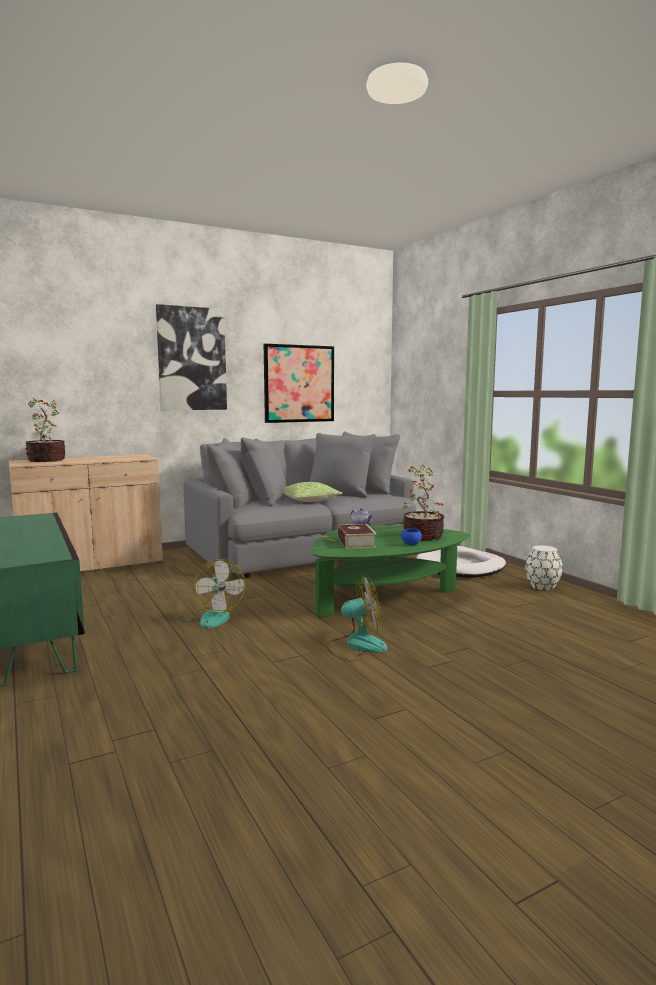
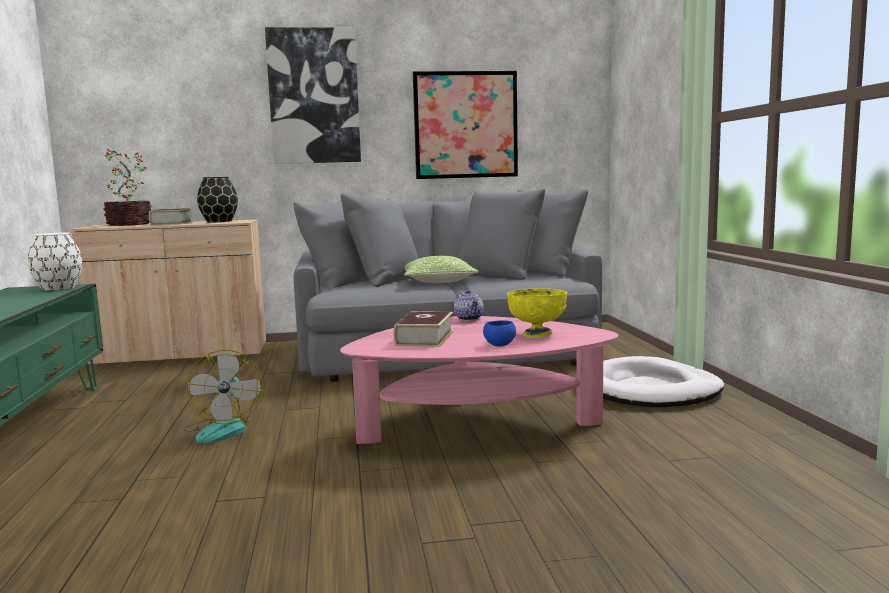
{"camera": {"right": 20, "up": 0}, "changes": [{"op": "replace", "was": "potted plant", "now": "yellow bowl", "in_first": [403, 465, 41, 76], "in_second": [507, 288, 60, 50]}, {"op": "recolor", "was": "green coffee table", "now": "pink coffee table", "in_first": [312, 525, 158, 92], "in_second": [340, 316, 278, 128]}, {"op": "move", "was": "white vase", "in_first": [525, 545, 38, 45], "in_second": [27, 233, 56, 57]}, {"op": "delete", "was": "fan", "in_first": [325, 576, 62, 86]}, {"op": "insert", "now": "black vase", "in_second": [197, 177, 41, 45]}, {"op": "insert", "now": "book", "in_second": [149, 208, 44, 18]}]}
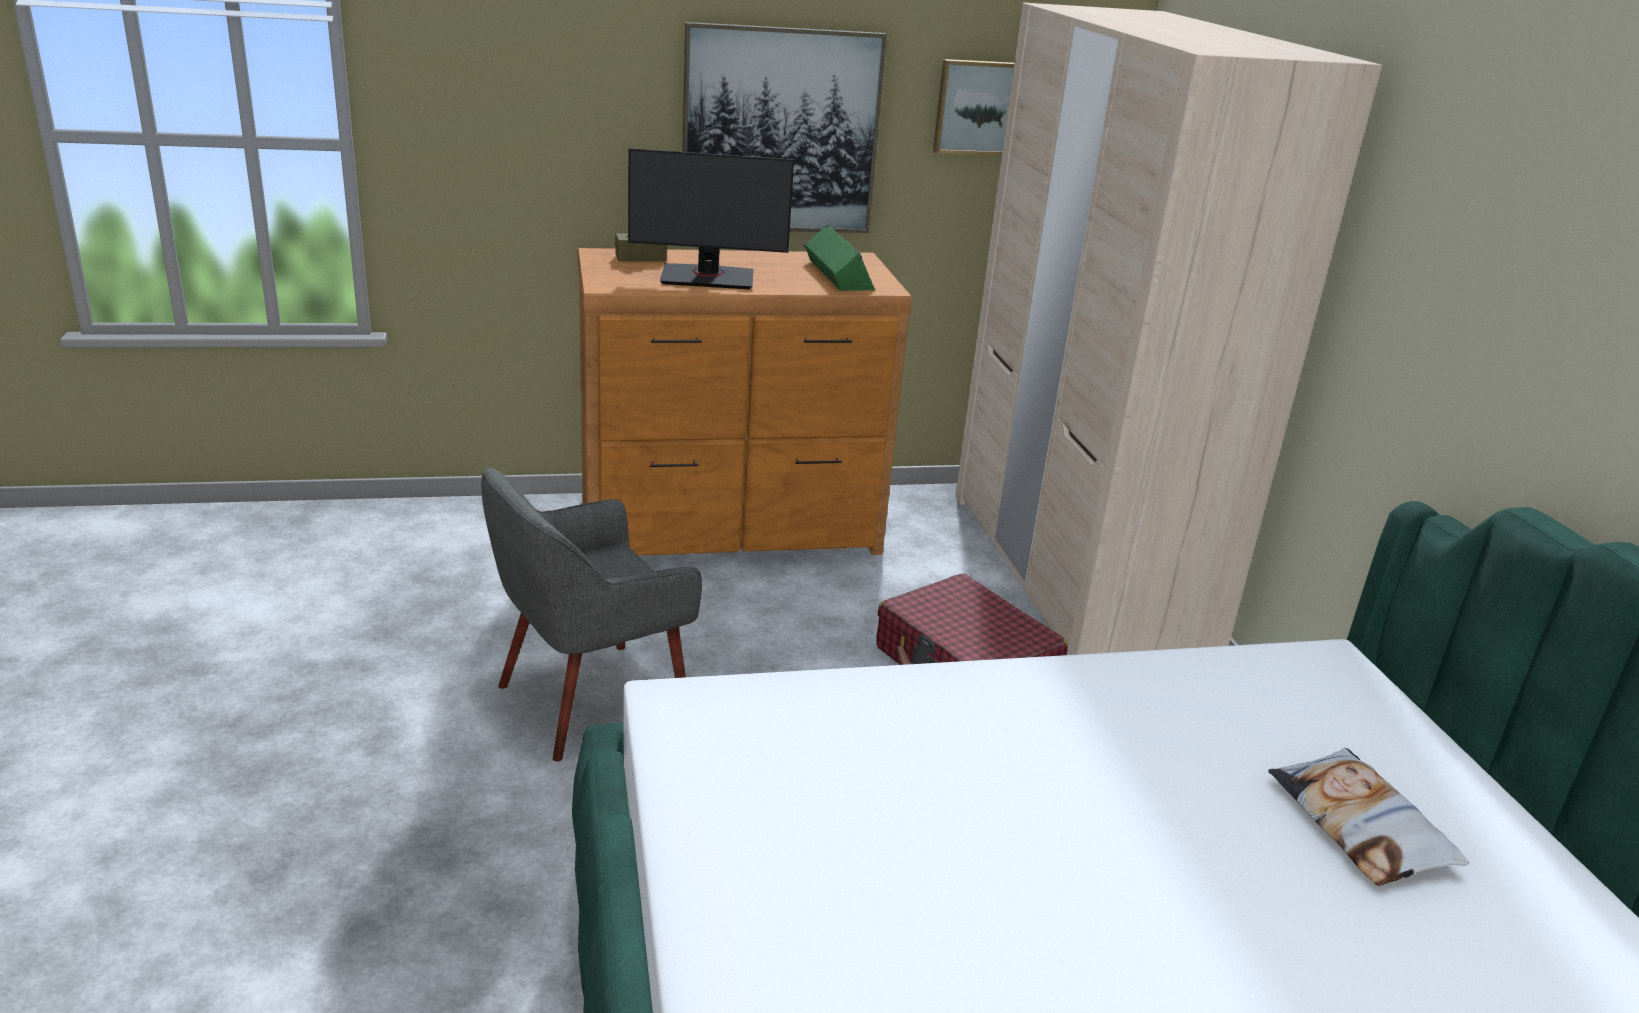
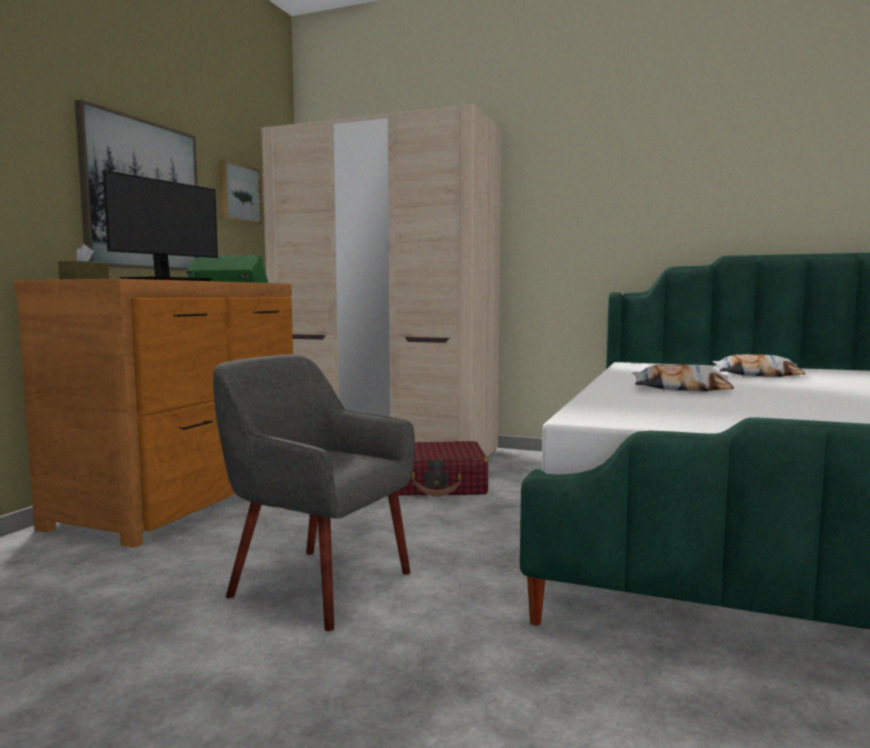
{"camera": {"right": -55, "up": -20}, "changes": [{"op": "rotate", "was": "grey armchair", "in_first": [481, 468, 221, 294], "in_second": [213, 354, 202, 277], "clockwise": 120}, {"op": "insert", "now": "pillow", "in_second": [632, 364, 102, 27]}]}
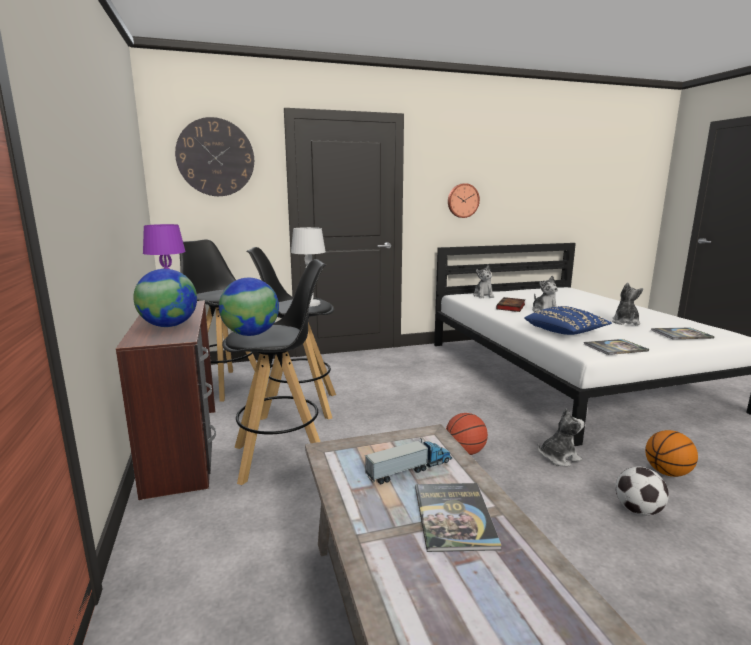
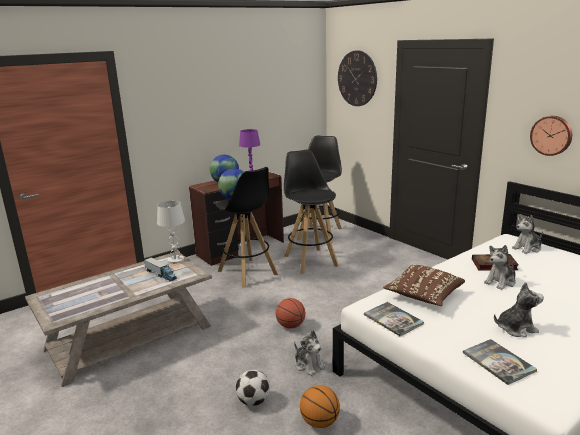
{"camera": {"right": 70, "up": 5}, "changes": [{"op": "move", "was": "white table lamp", "in_first": [291, 227, 35, 80], "in_second": [157, 201, 28, 63]}, {"op": "recolor", "was": "blue pillow", "now": "brown pillow", "in_first": [524, 306, 88, 29], "in_second": [383, 265, 82, 41]}, {"op": "delete", "was": "book", "in_first": [415, 483, 87, 69]}]}
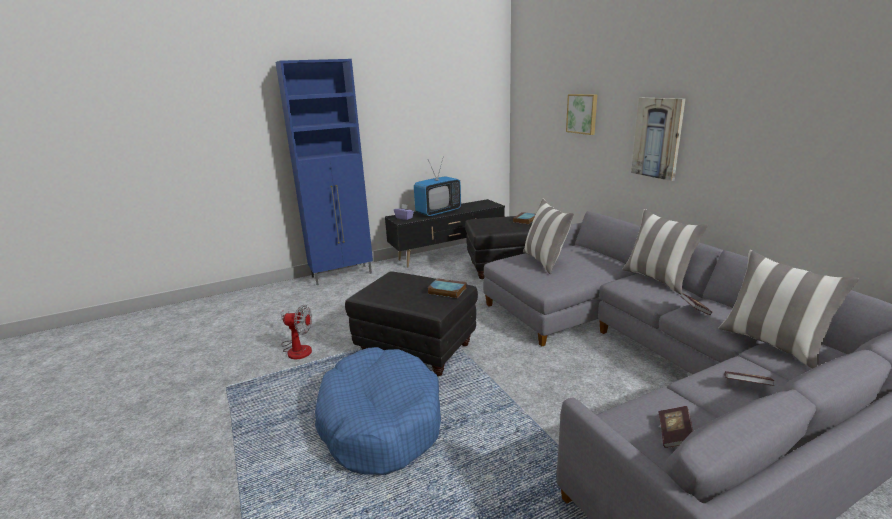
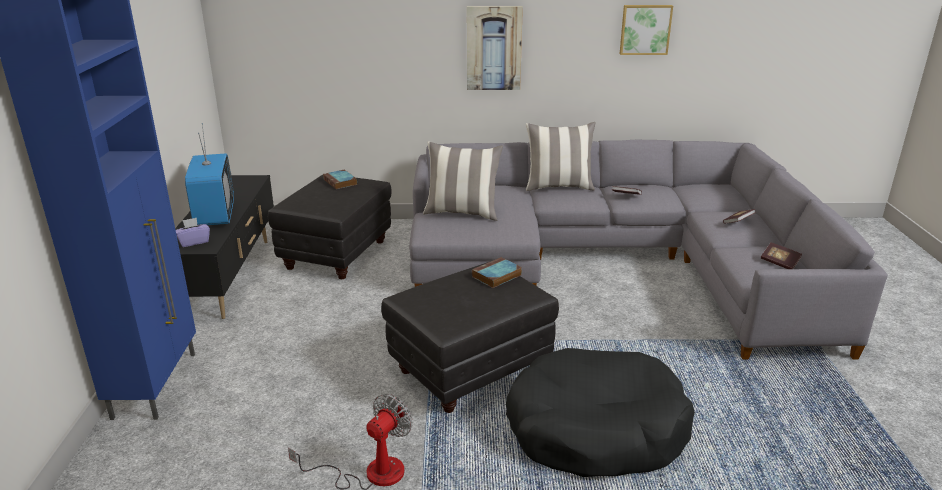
{"camera": {"right": -65, "up": 5}, "changes": [{"op": "move", "was": "picture", "in_first": [566, 94, 31, 41], "in_second": [620, 5, 53, 50]}, {"op": "delete", "was": "pillow", "in_first": [719, 250, 140, 119]}, {"op": "recolor", "was": "blue dog bed", "now": "black dog bed", "in_first": [315, 347, 126, 128], "in_second": [506, 348, 189, 129]}]}
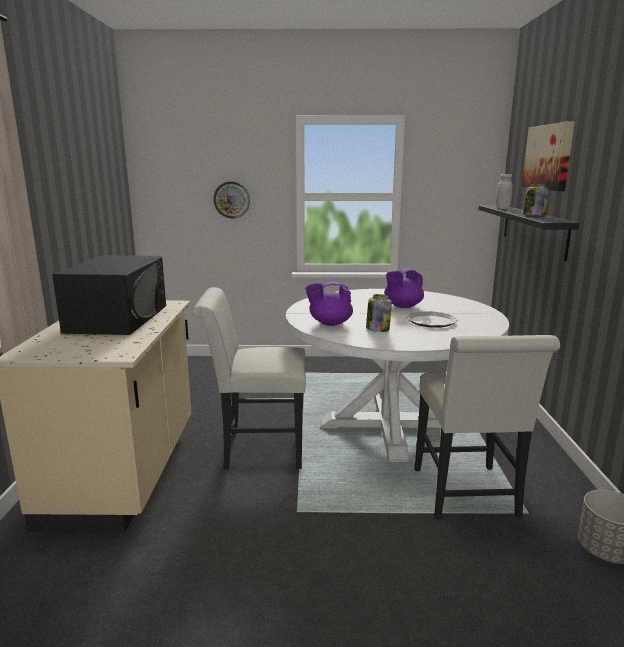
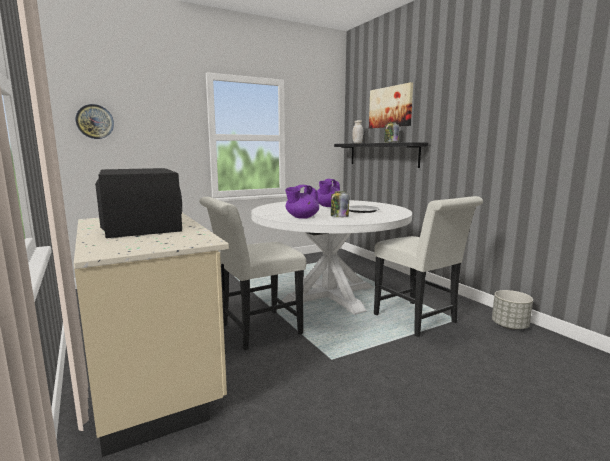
{"camera": {"right": -30, "up": -5}, "changes": [{"op": "move", "was": "wall clock", "in_first": [213, 181, 37, 38], "in_second": [76, 104, 38, 35]}]}
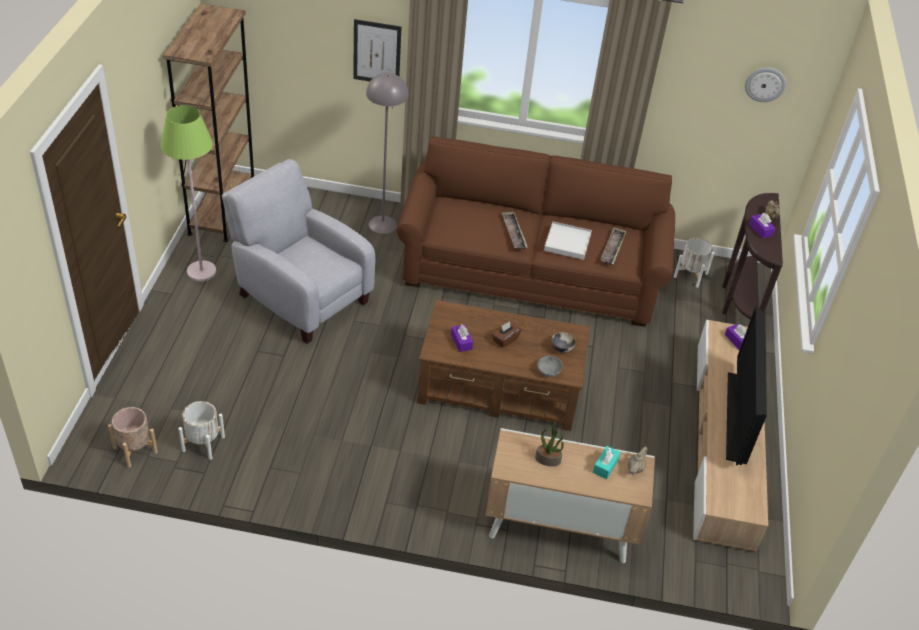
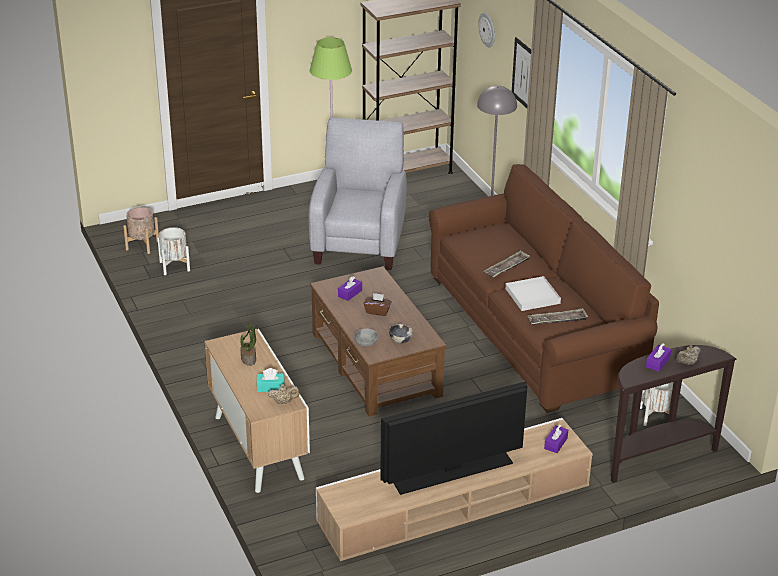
{"camera": {"right": 60, "up": -10}, "changes": [{"op": "move", "was": "wall clock", "in_first": [745, 68, 41, 34], "in_second": [478, 13, 17, 34]}]}
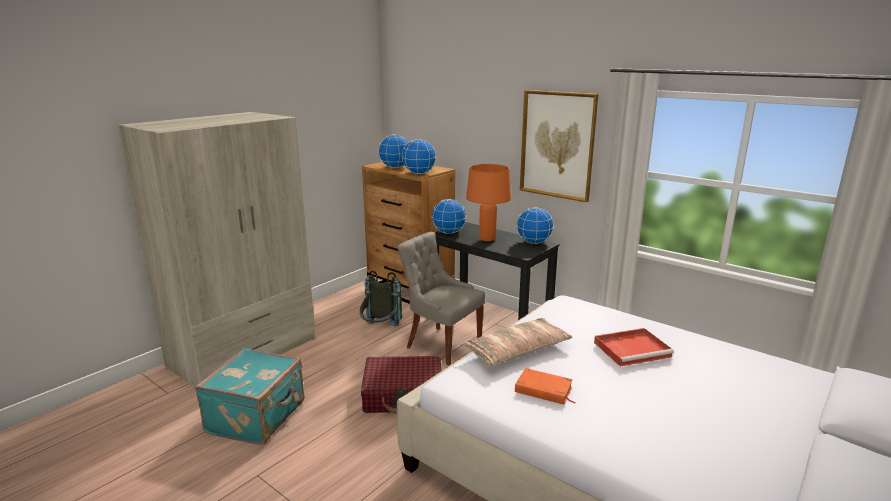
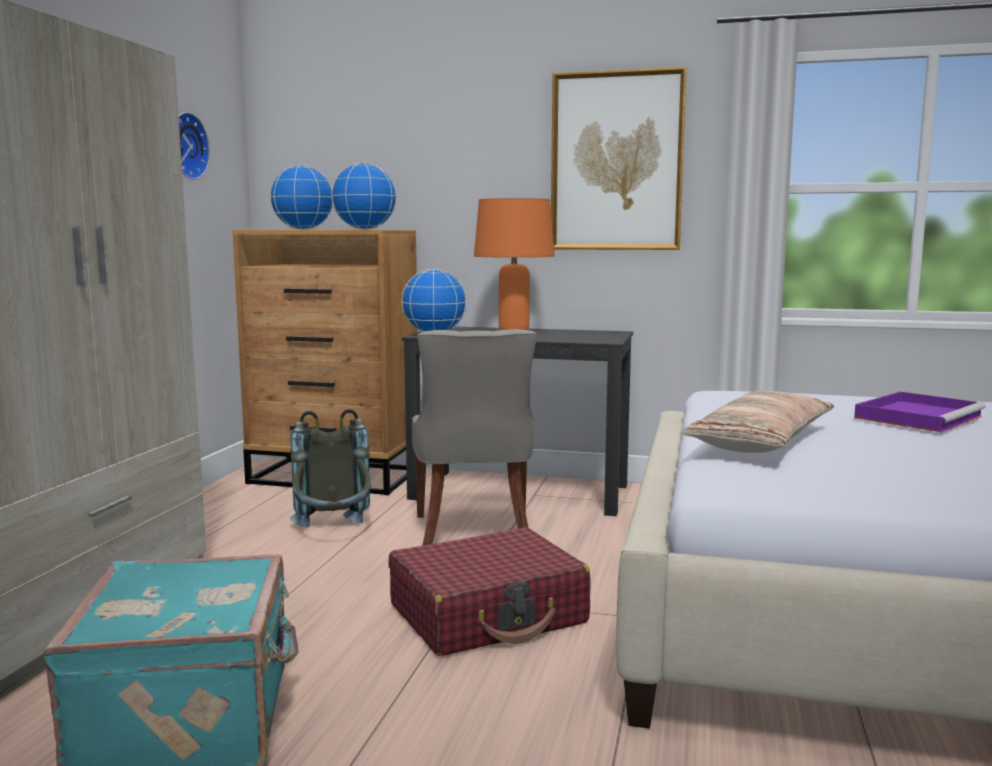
{"camera": {"right": -25, "up": -10}, "changes": [{"op": "delete", "was": "globe", "in_first": [517, 207, 37, 37]}, {"op": "rotate", "was": "grey chair", "in_first": [397, 232, 88, 134], "in_second": [412, 329, 125, 217], "clockwise": -105}, {"op": "recolor", "was": "red tray", "now": "purple tray", "in_first": [594, 328, 80, 39], "in_second": [854, 391, 132, 42]}, {"op": "delete", "was": "orange book", "in_first": [515, 368, 61, 36]}, {"op": "insert", "now": "wall clock", "in_second": [179, 112, 31, 68]}]}
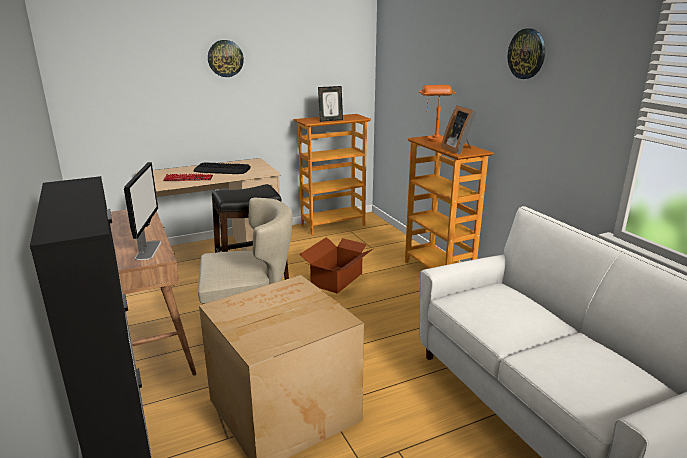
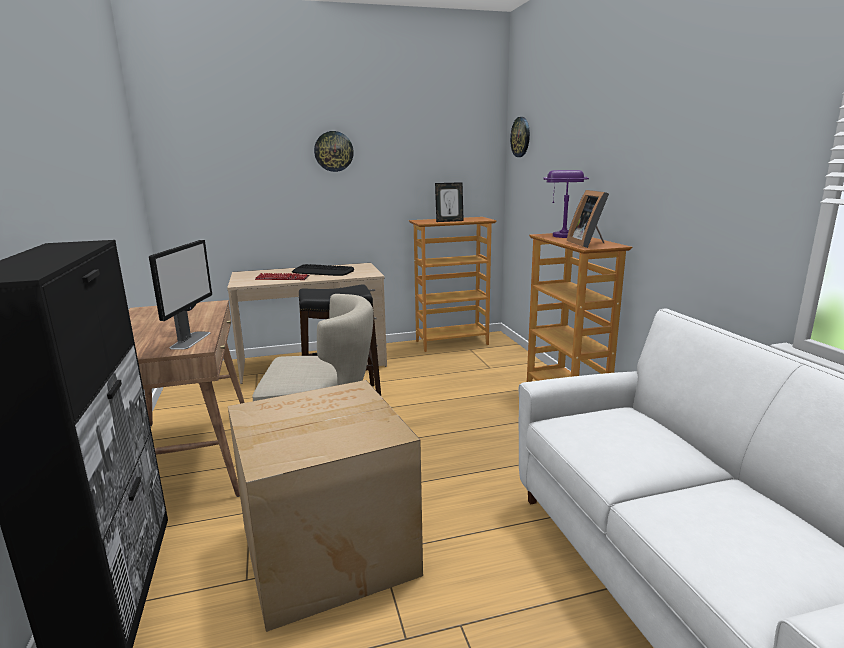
{"camera": {"right": 10, "up": -5}, "changes": [{"op": "move", "was": "wall clock", "in_first": [508, 28, 37, 51], "in_second": [510, 117, 20, 40]}, {"op": "recolor", "was": "orange table lamp", "now": "purple table lamp", "in_first": [419, 85, 37, 57], "in_second": [544, 170, 45, 68]}, {"op": "delete", "was": "cardboard box", "in_first": [299, 237, 74, 57]}]}
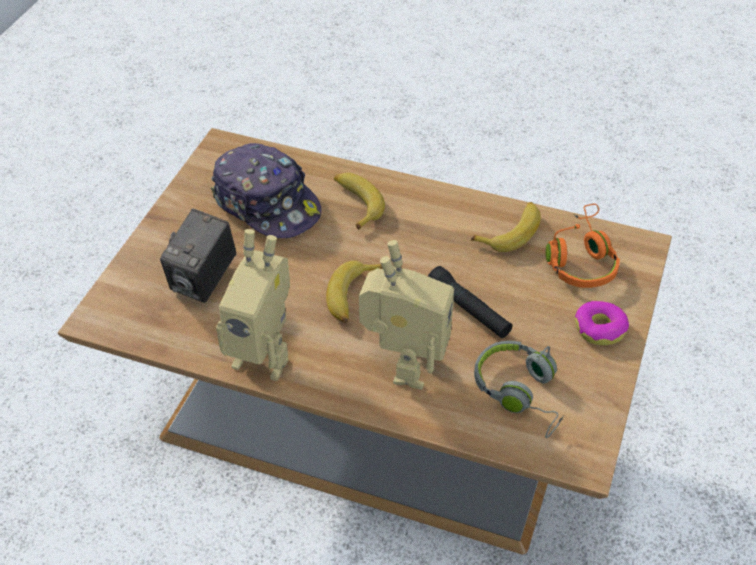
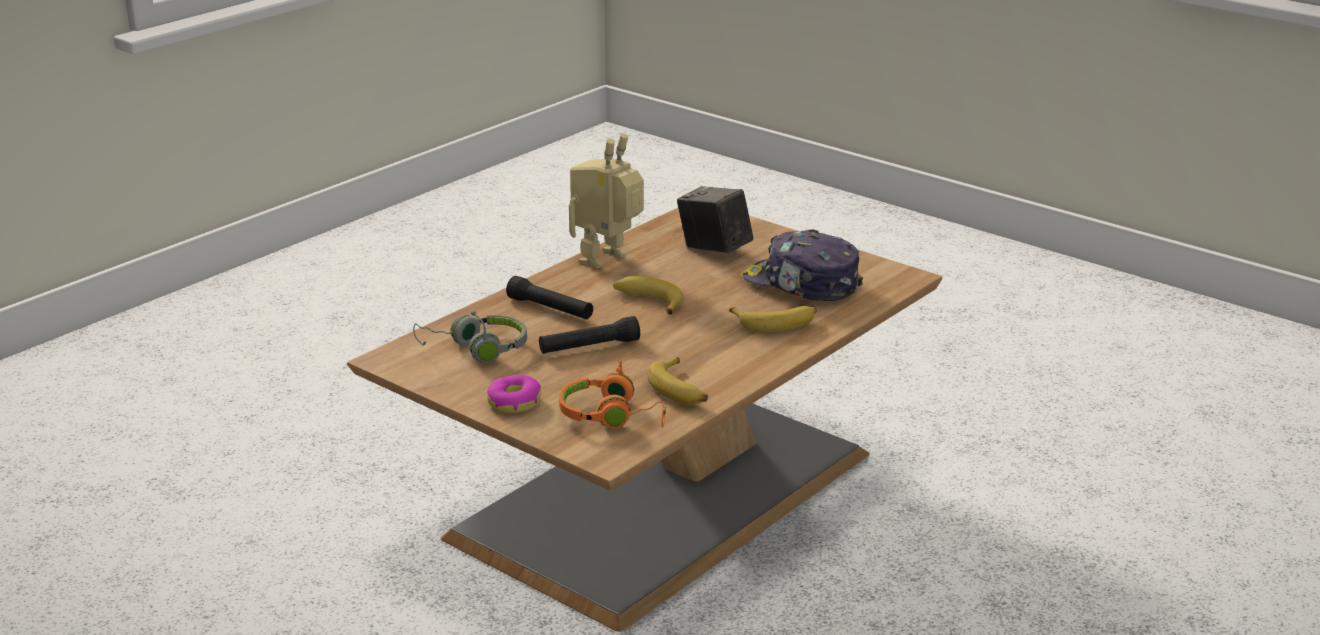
{"camera": {"right": 110, "up": -20}, "changes": [{"op": "rotate", "was": "cap", "in_first": [211, 143, 110, 95], "in_second": [743, 229, 120, 72], "clockwise": 60}, {"op": "replace", "was": "toy robot", "now": "black flashlight", "in_first": [359, 240, 95, 150], "in_second": [506, 276, 87, 43]}]}
